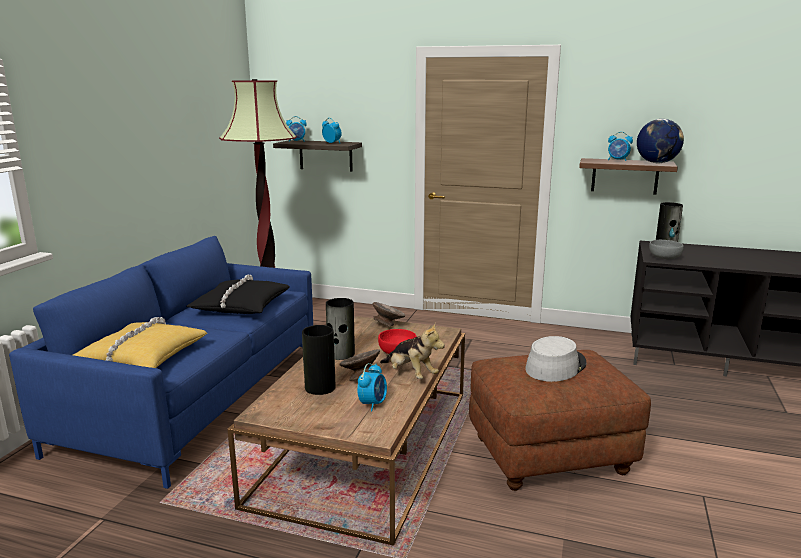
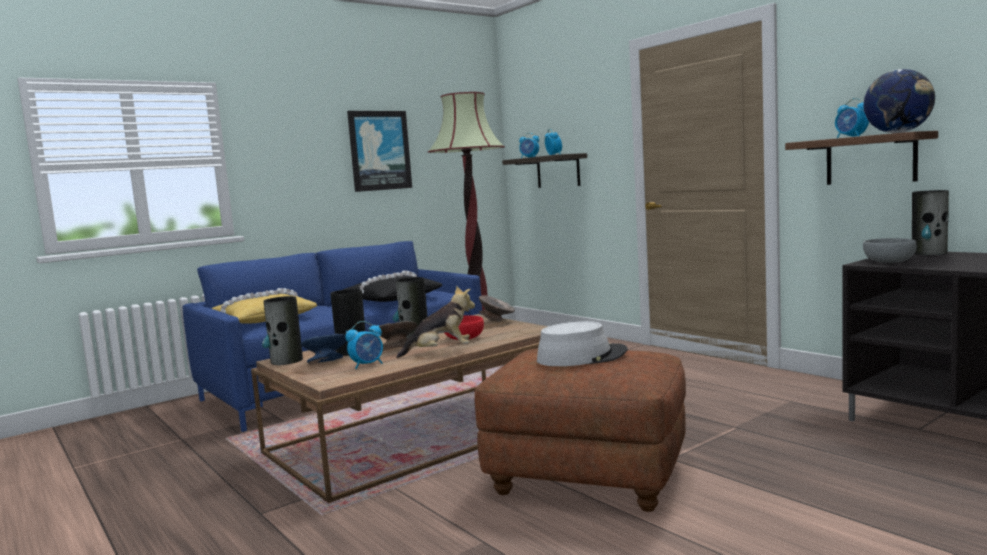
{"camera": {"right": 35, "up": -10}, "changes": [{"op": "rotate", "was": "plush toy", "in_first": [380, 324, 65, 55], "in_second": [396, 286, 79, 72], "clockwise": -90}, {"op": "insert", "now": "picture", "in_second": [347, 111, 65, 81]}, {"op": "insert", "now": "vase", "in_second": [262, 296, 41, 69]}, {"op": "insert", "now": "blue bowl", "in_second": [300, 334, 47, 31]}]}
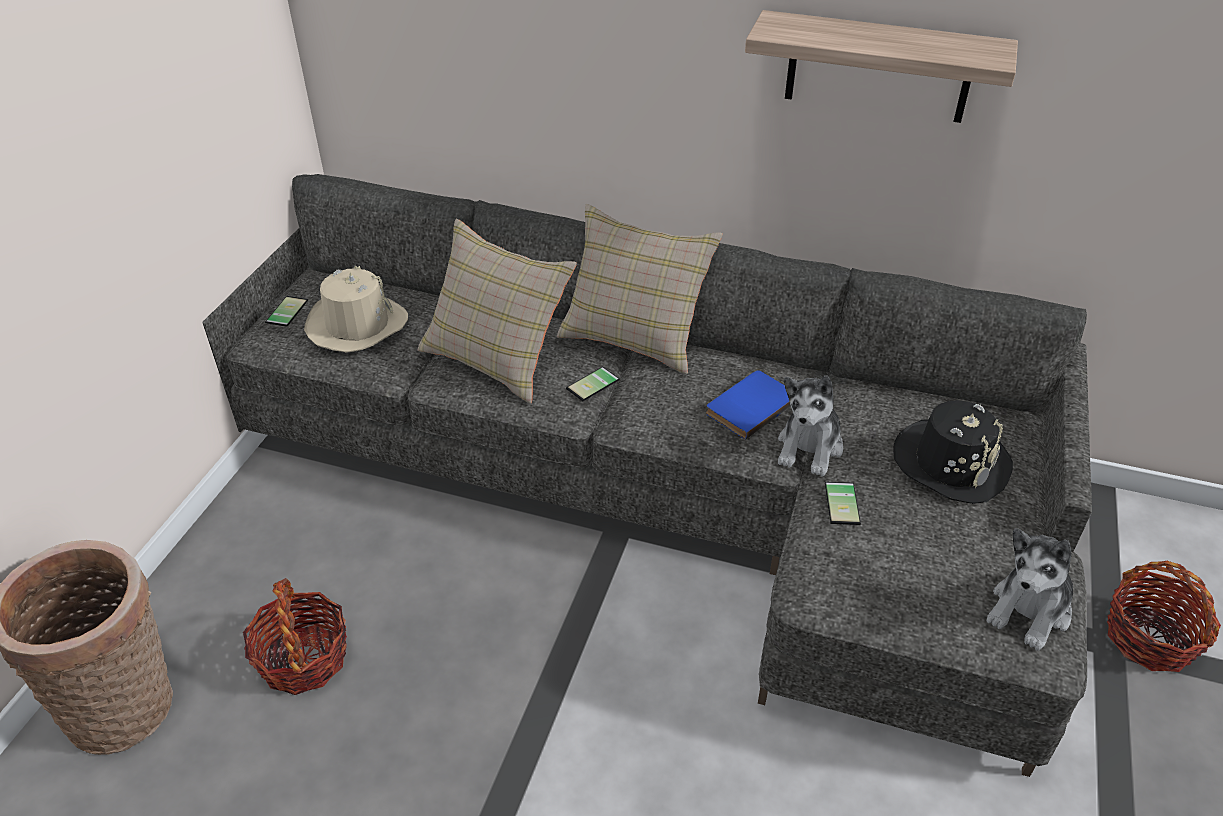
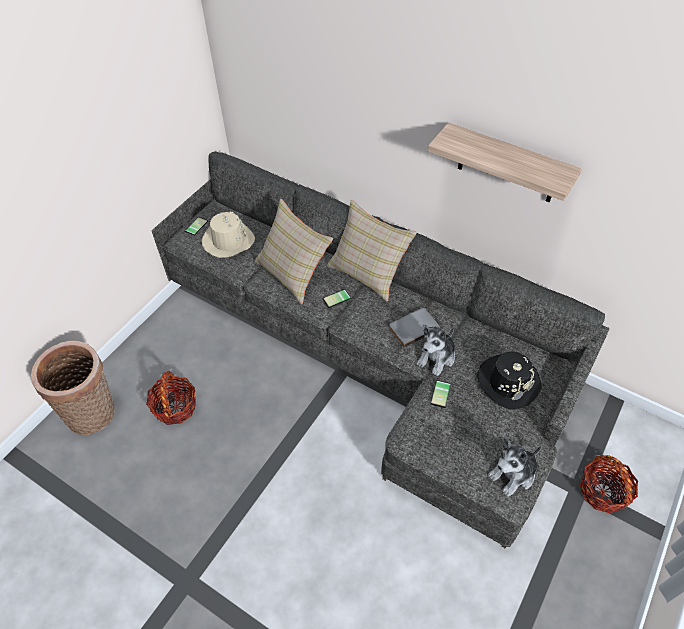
{"camera": {"right": 15, "up": 10}, "changes": [{"op": "recolor", "was": "blue book", "now": "grey book", "in_first": [706, 370, 85, 70], "in_second": [389, 308, 51, 39]}]}
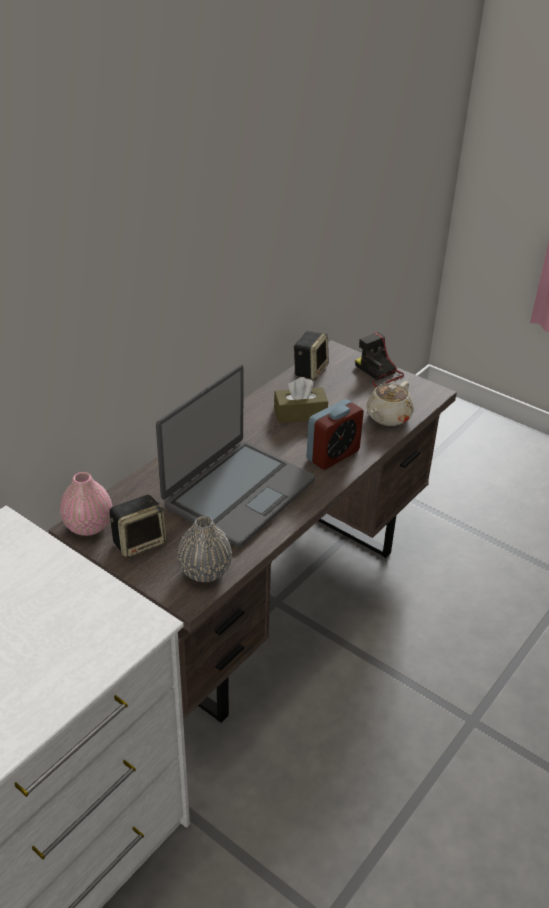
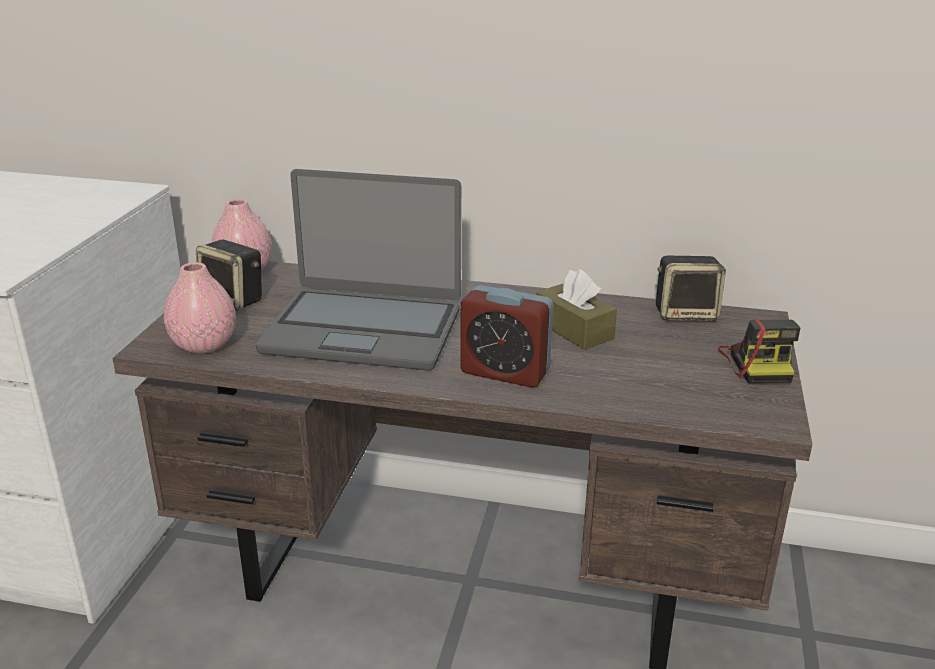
{"camera": {"right": 65, "up": -10}, "changes": [{"op": "rotate", "was": "photo camera", "in_first": [355, 332, 49, 55], "in_second": [718, 319, 82, 64], "clockwise": 150}, {"op": "delete", "was": "beige teapot", "in_first": [366, 381, 48, 45]}, {"op": "recolor", "was": "grey vase", "now": "pink vase", "in_first": [177, 516, 55, 66], "in_second": [164, 262, 72, 92]}]}
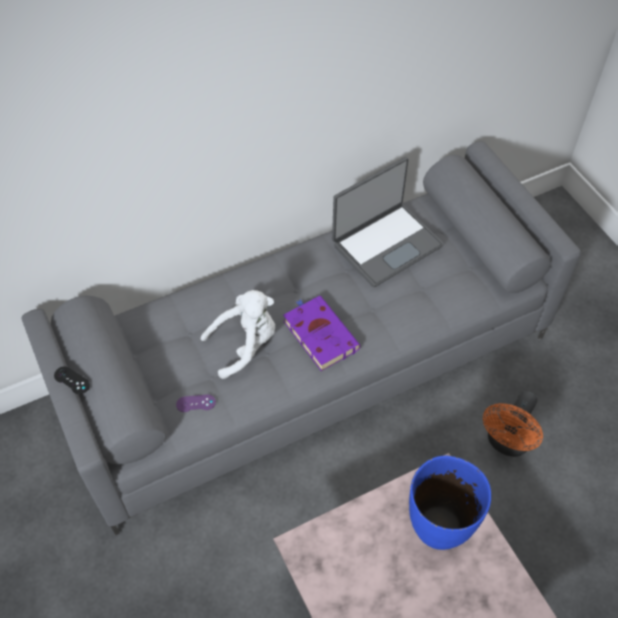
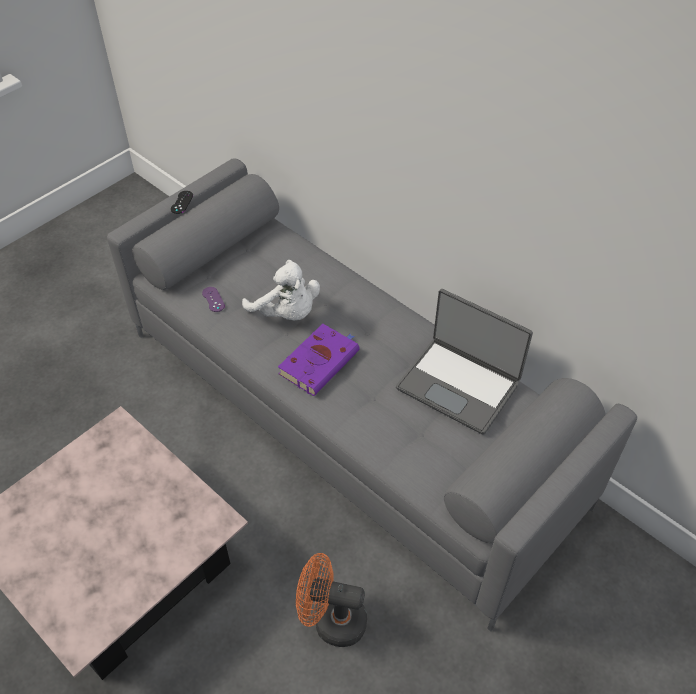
{"camera": {"right": 70, "up": -5}, "changes": [{"op": "delete", "was": "blue vase", "in_first": [409, 456, 82, 94]}]}
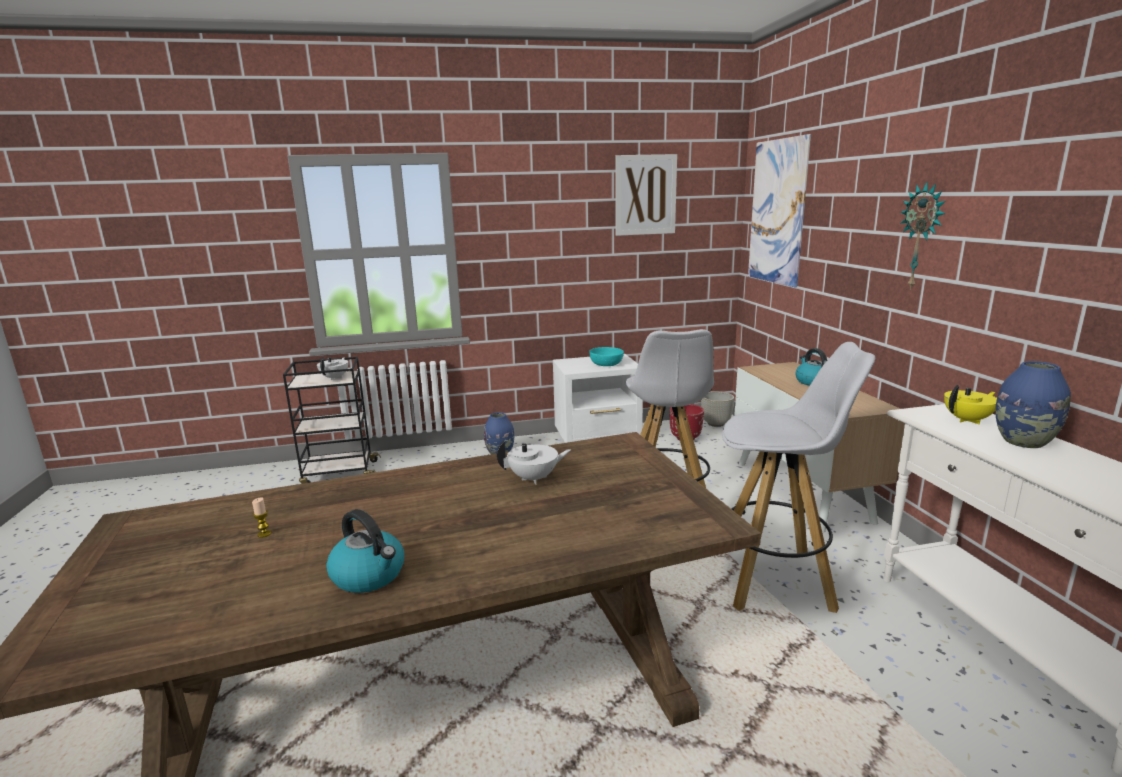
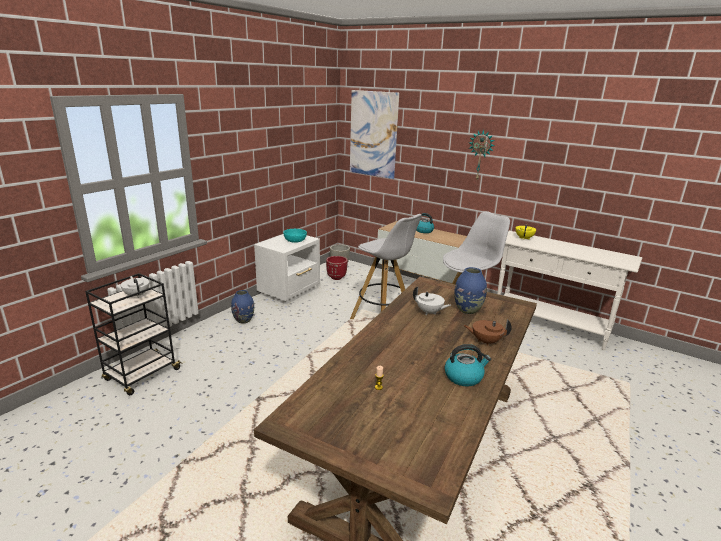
{"camera": {"right": -45, "up": 5}, "changes": [{"op": "delete", "was": "picture", "in_first": [616, 154, 61, 82]}, {"op": "move", "was": "blue vase", "in_first": [995, 361, 76, 87], "in_second": [454, 267, 33, 47]}, {"op": "rotate", "was": "white teapot", "in_first": [497, 440, 74, 45], "in_second": [413, 287, 38, 28], "clockwise": 90}, {"op": "insert", "now": "brown teapot", "in_second": [464, 319, 48, 27]}]}
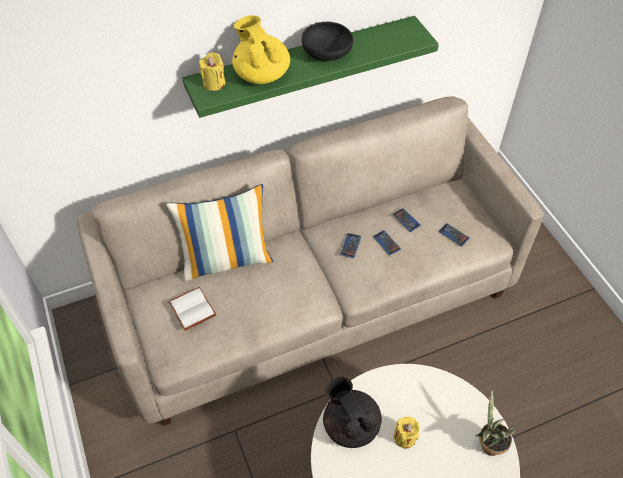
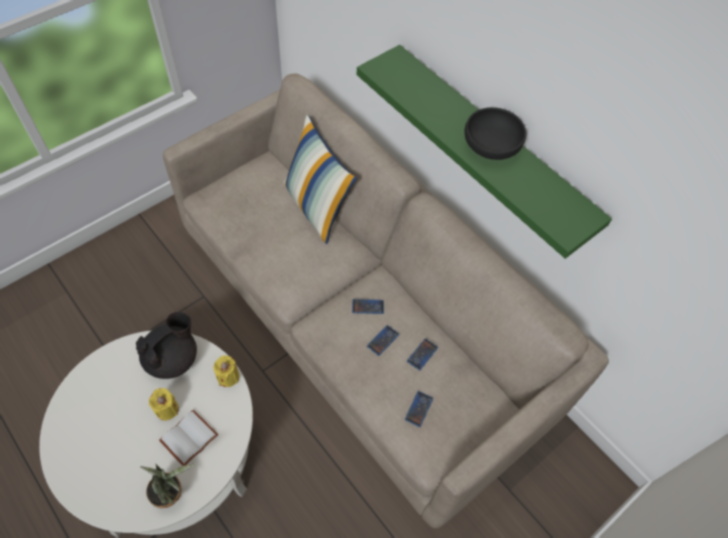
{"camera": {"right": 70, "up": 5}, "changes": [{"op": "delete", "was": "yellow teapot", "in_first": [232, 15, 58, 69]}, {"op": "move", "was": "yellow candle", "in_first": [199, 52, 27, 39], "in_second": [214, 355, 25, 32]}, {"op": "move", "was": "white book", "in_first": [168, 287, 48, 44], "in_second": [159, 410, 59, 56]}]}
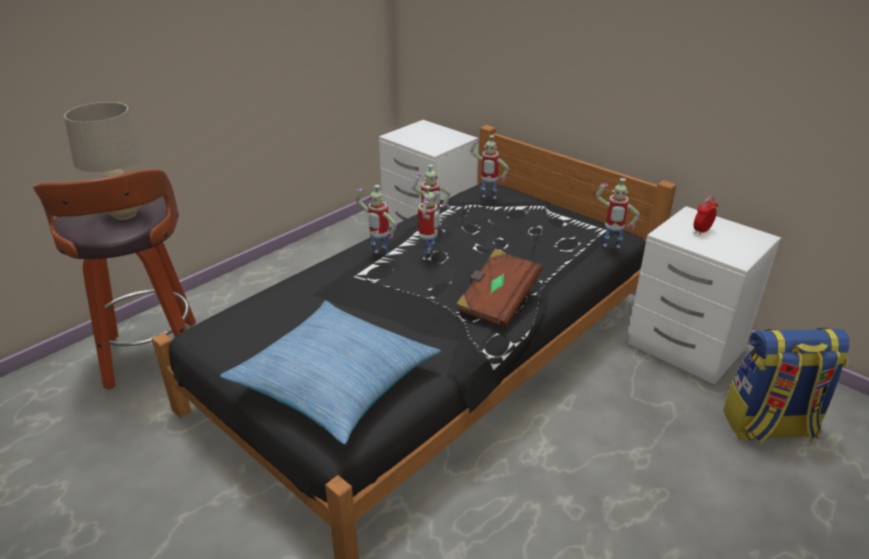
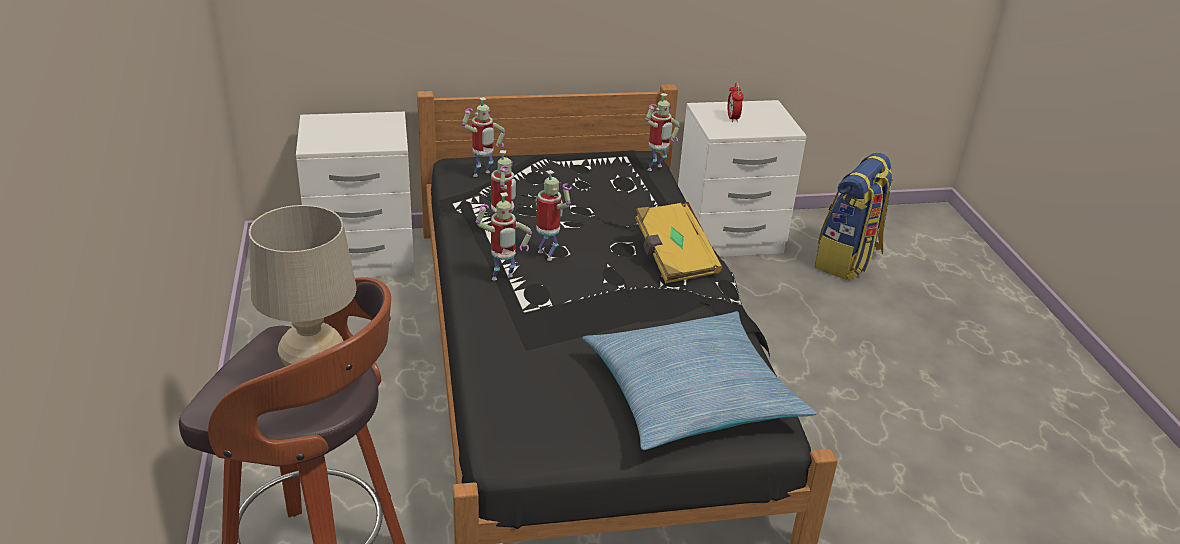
{"camera": {"right": -55, "up": 0}, "changes": [{"op": "recolor", "was": "brown book", "now": "yellow book", "in_first": [456, 249, 87, 79], "in_second": [635, 202, 87, 81]}]}
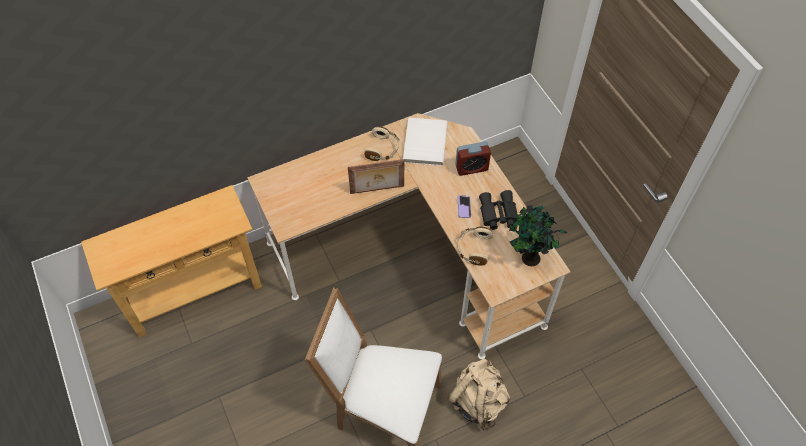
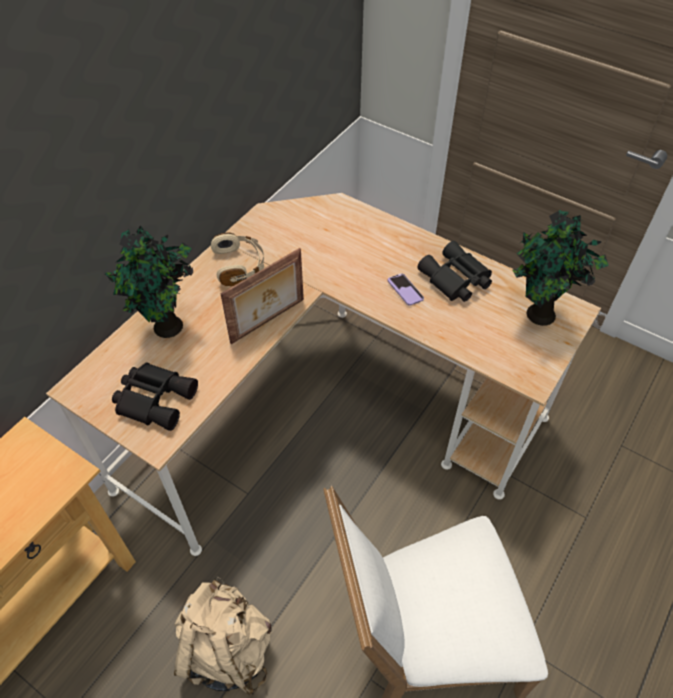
{"camera": {"right": -30, "up": -5}, "changes": [{"op": "delete", "was": "white book", "in_first": [403, 117, 45, 49]}, {"op": "delete", "was": "alarm clock", "in_first": [455, 142, 36, 34]}, {"op": "delete", "was": "beige headphones", "in_first": [457, 227, 36, 39]}, {"op": "move", "was": "beige backpack", "in_first": [448, 358, 62, 72], "in_second": [174, 577, 98, 118]}, {"op": "insert", "now": "potted plant", "in_second": [105, 225, 88, 113]}, {"op": "insert", "now": "black binoculars", "in_second": [112, 362, 86, 69]}]}
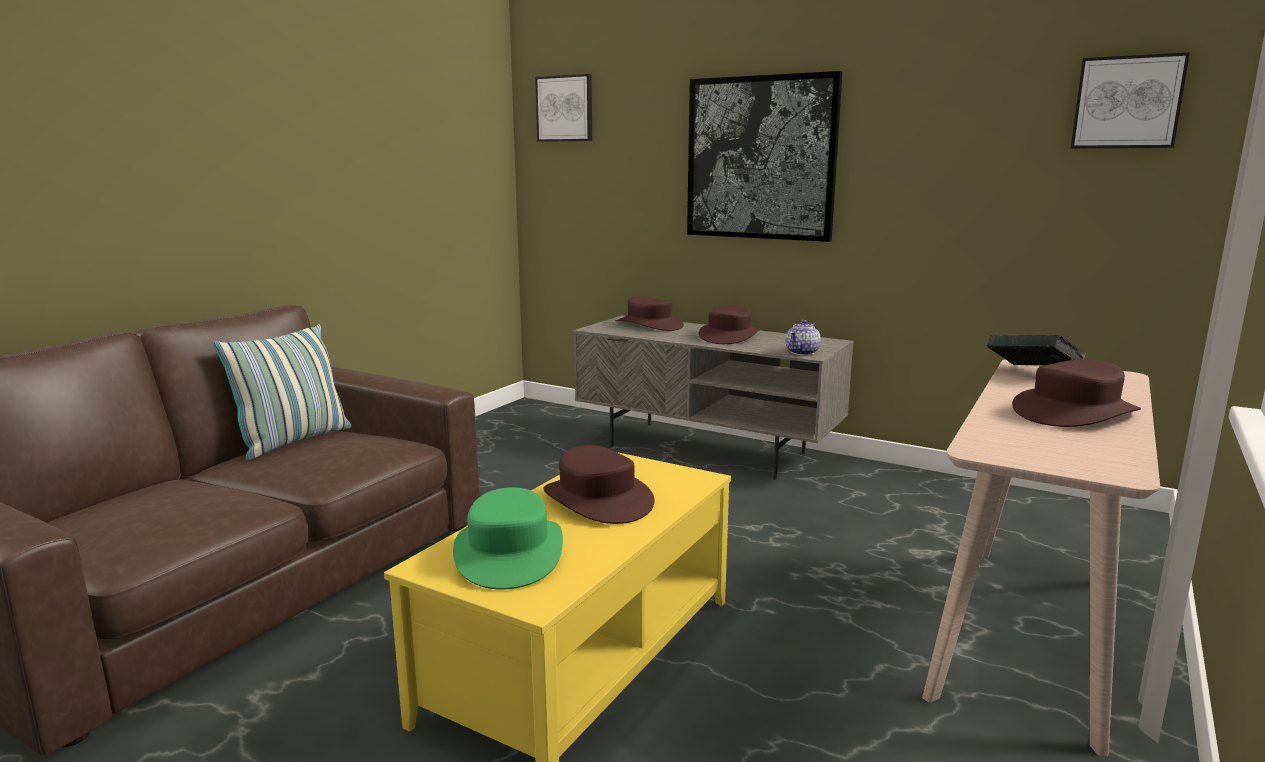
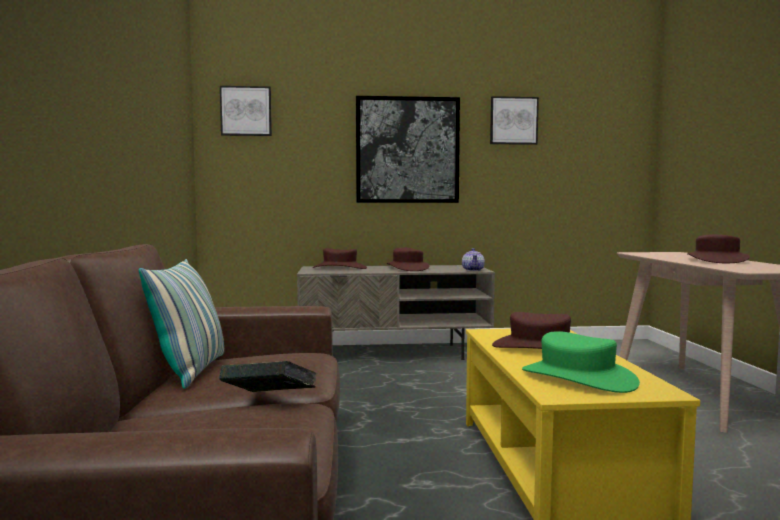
{"camera": {"right": -35, "up": -10}, "changes": [{"op": "move", "was": "picture", "in_first": [1071, 52, 119, 96], "in_second": [490, 96, 49, 49]}, {"op": "move", "was": "book", "in_first": [987, 334, 99, 32], "in_second": [219, 361, 98, 31]}]}
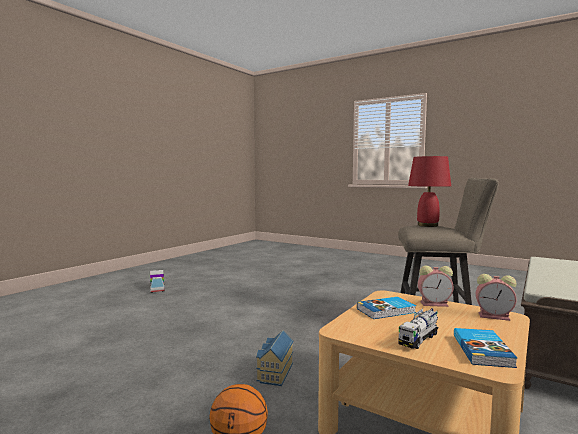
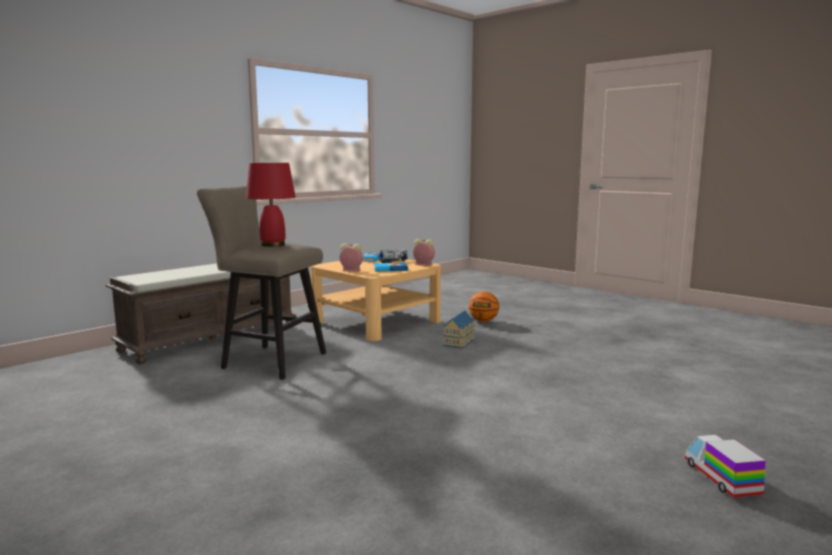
{"camera": {"right": -170, "up": 5}, "changes": [{"op": "move", "was": "alarm clock", "in_first": [476, 274, 41, 47], "in_second": [413, 239, 22, 27]}]}
